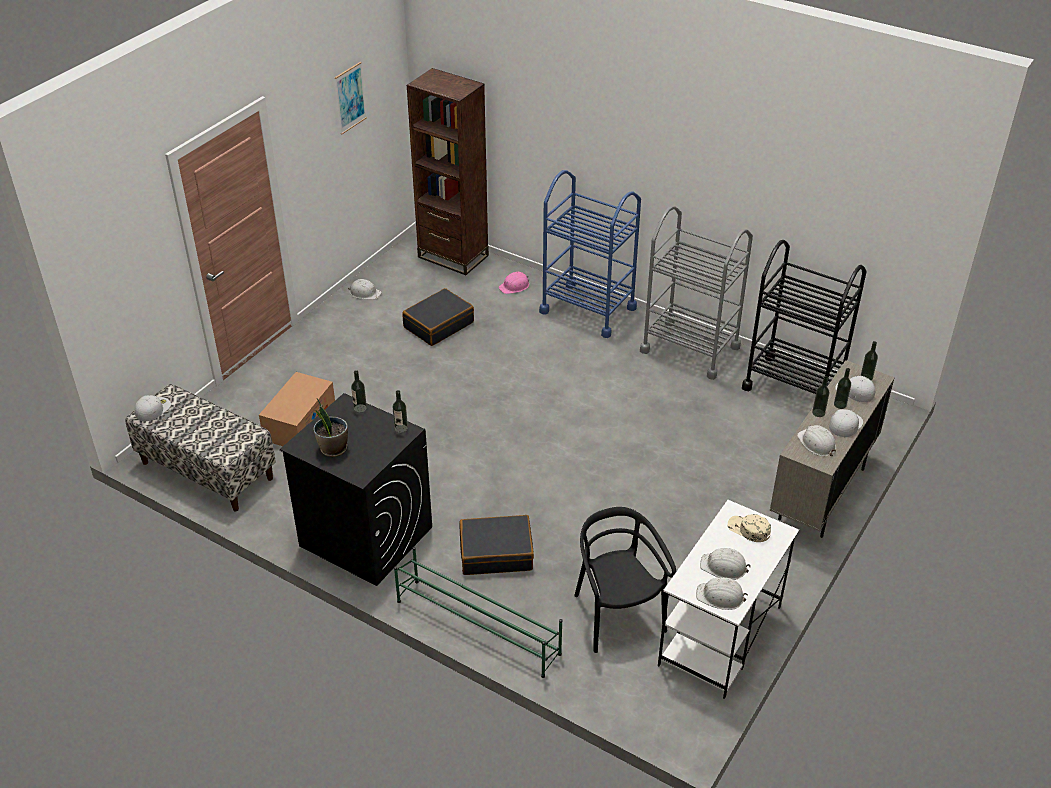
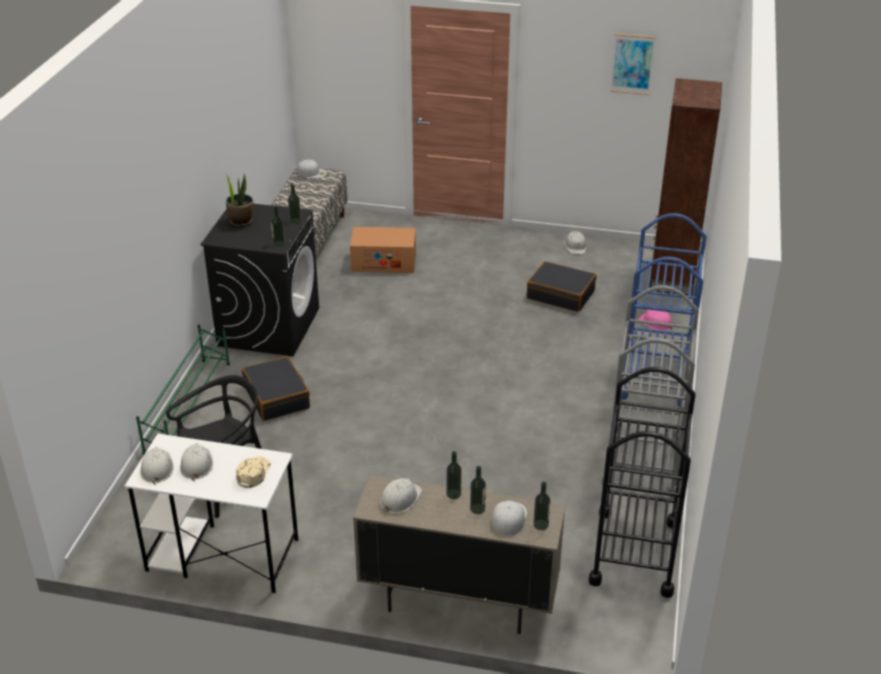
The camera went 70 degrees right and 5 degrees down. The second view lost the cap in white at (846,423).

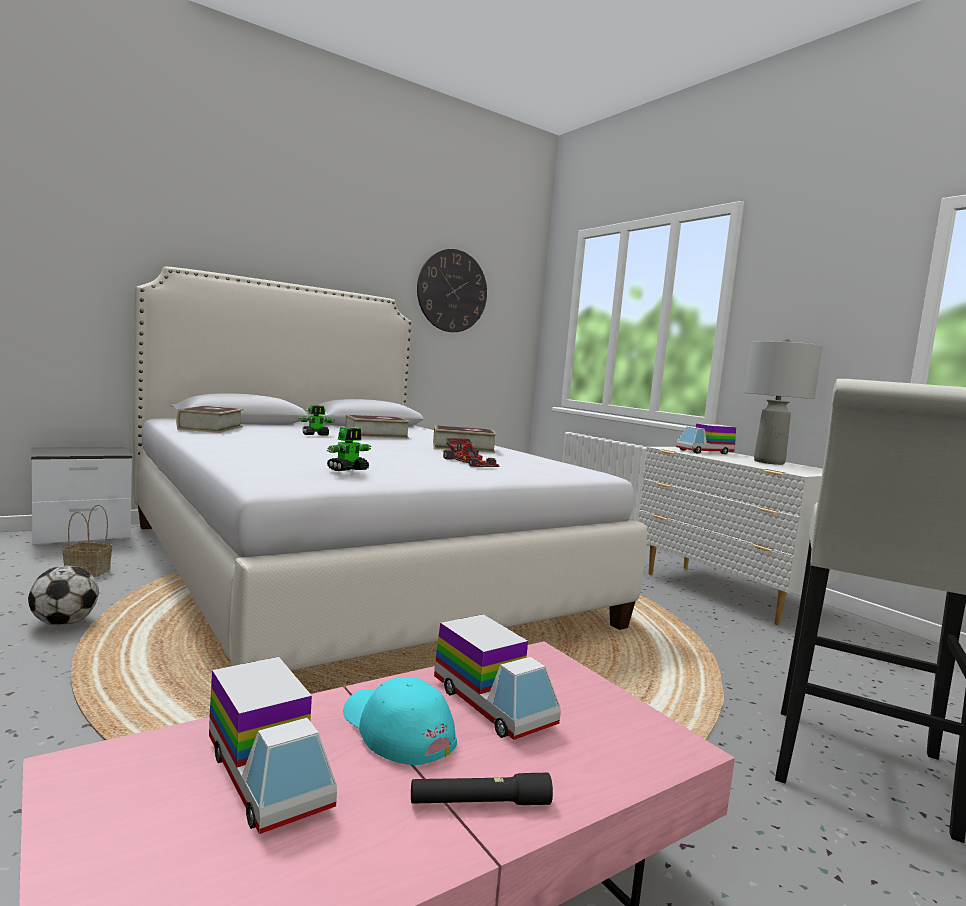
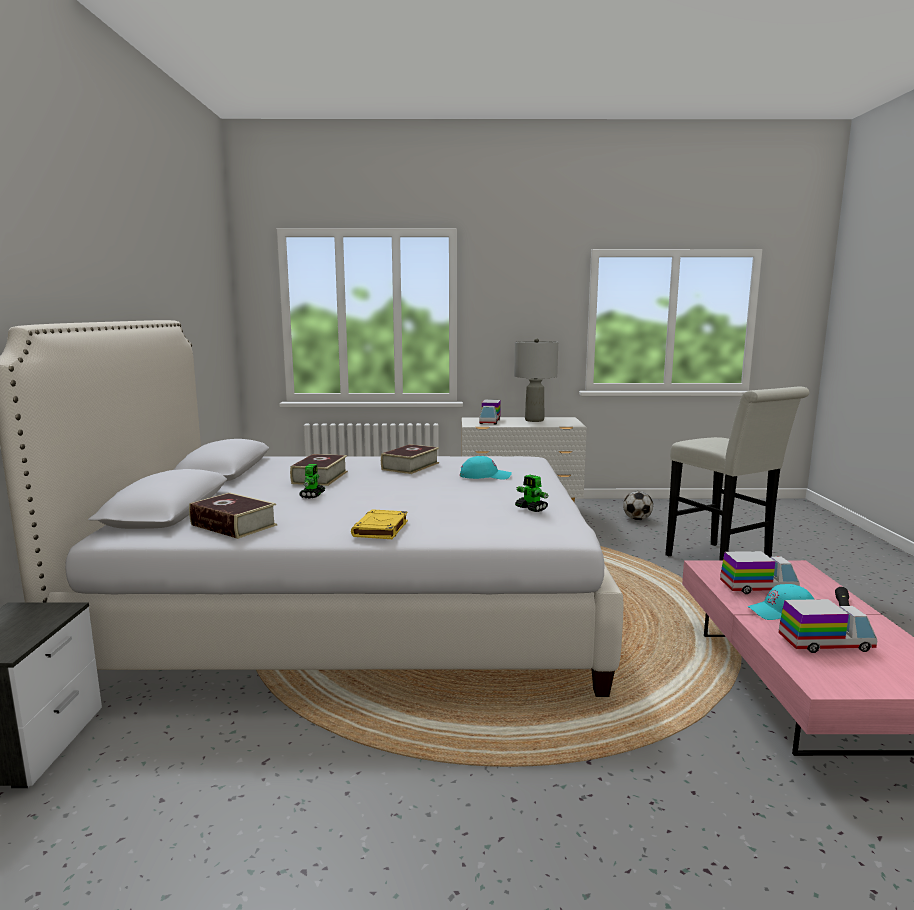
The camera went 55 degrees left and 5 degrees up. The second view lost the basket at (87,541). The second view lost the wall clock at (452,290). The second view gained the book in yellow at (379,524). The football ended up elsewhere, having gone from (63,596) to (638,505). Where the toy car stood at (471,452), the cap in turquoise came to stand at (486,468). The toy robot at (349,449) ended up facing another way, 150 degrees clockwise from before.

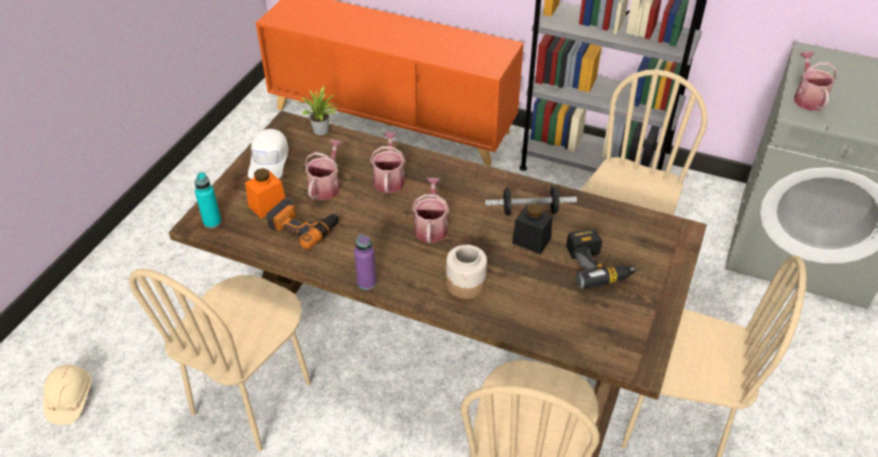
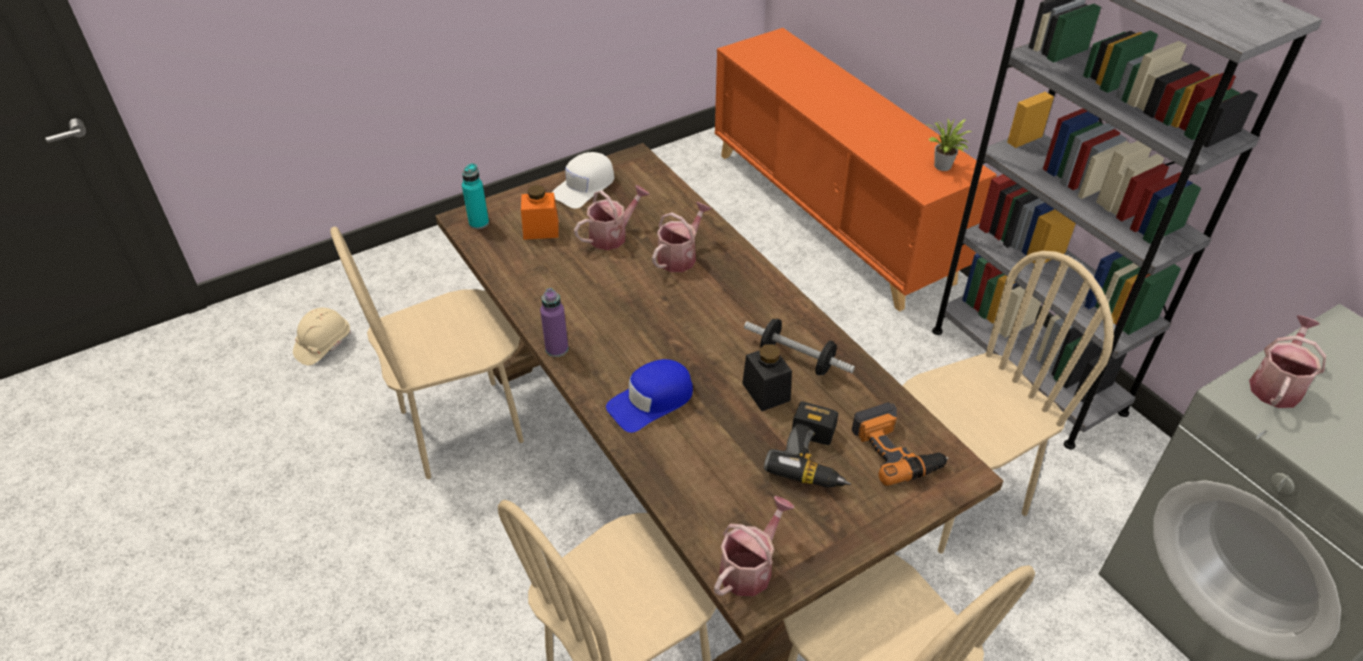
The camera went 35 degrees right and 0 degrees up. The power drill ended up elsewhere, having gone from (302,224) to (899,444). The potted plant ended up elsewhere, having gone from (317,110) to (948,145). The watering can ended up elsewhere, having gone from (431,210) to (754,546). Where the jar stood at (466,272), the cap in blue came to stand at (649,396).

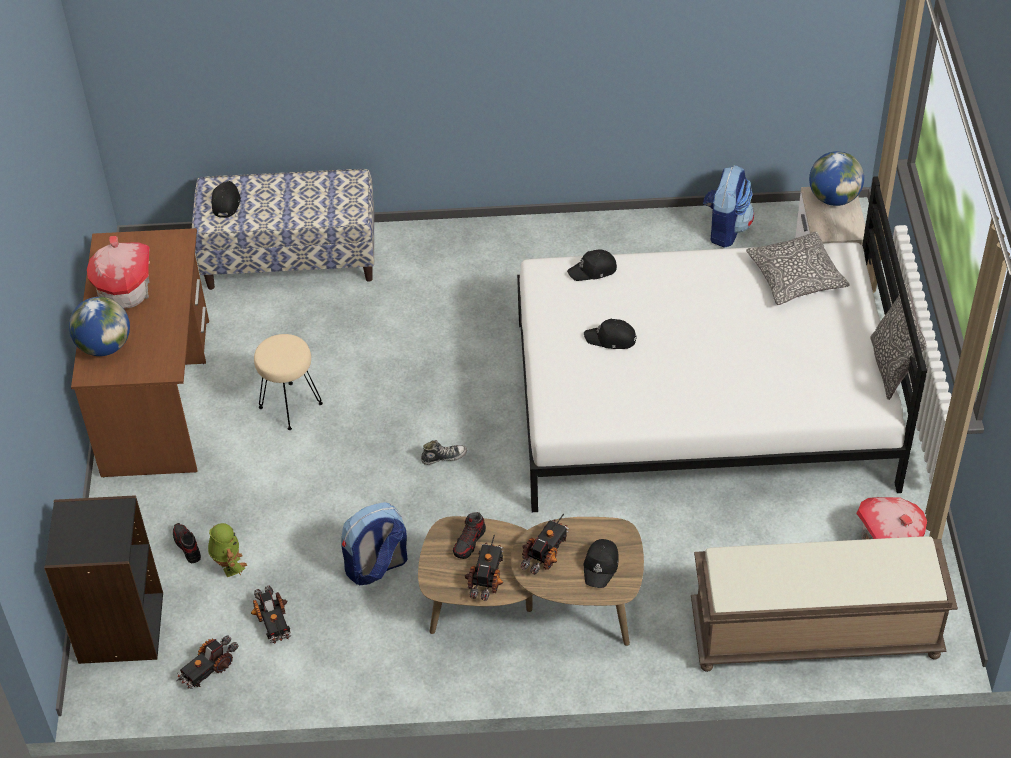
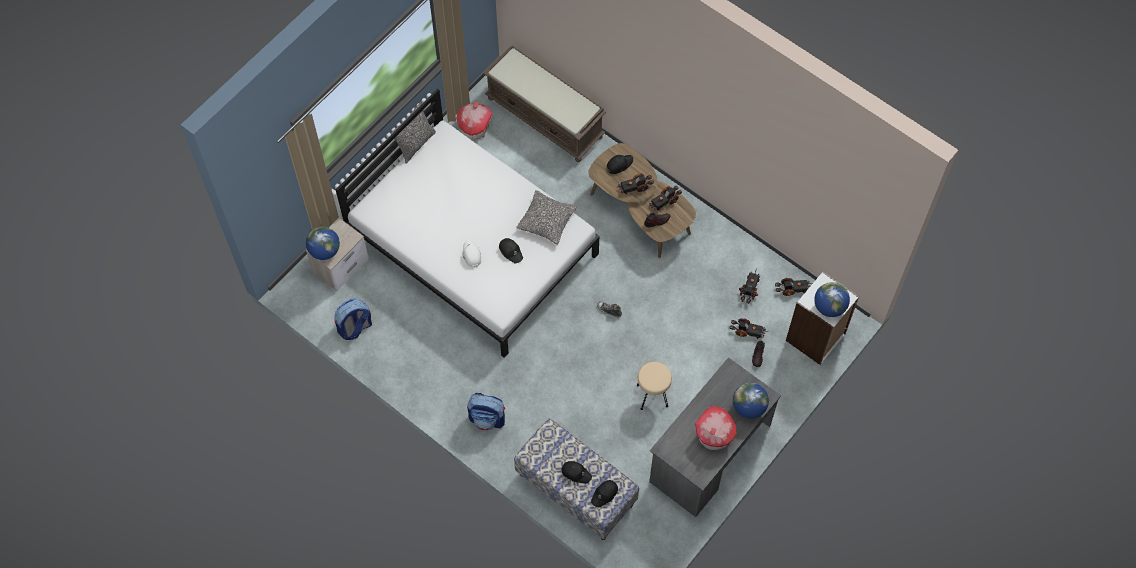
The camera went 140 degrees left and 15 degrees up. The second view gained the cap in white at (471,253). The second view gained the globe at (832,299). The backpack ended up elsewhere, having gone from (374,544) to (486,412). The cap in black ended up elsewhere, having gone from (592,265) to (576,472). The pillow ended up elsewhere, having gone from (798,268) to (546,217). Where the toy robot stood at (228,550), the toy truck came to stand at (749,328). What was the bookcase in black at (103,579) turned into the bookcase in white at (822,318). What was the desk in brown at (140,352) turned into the desk in grey at (715,437).

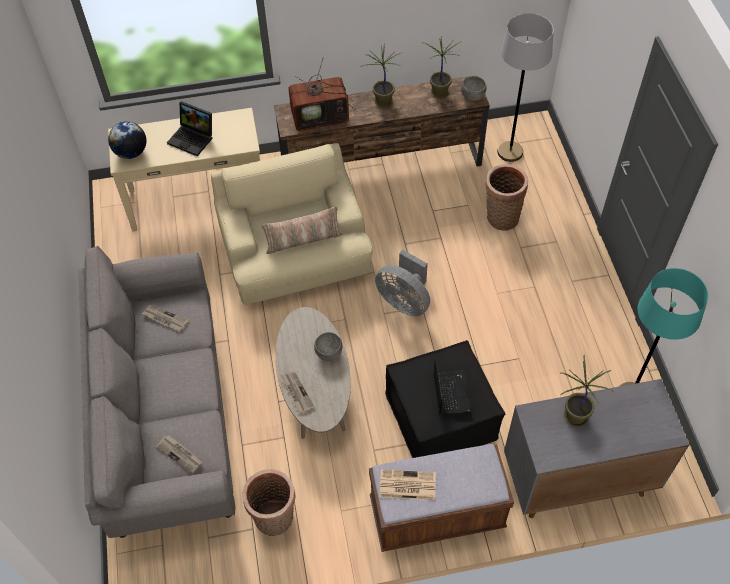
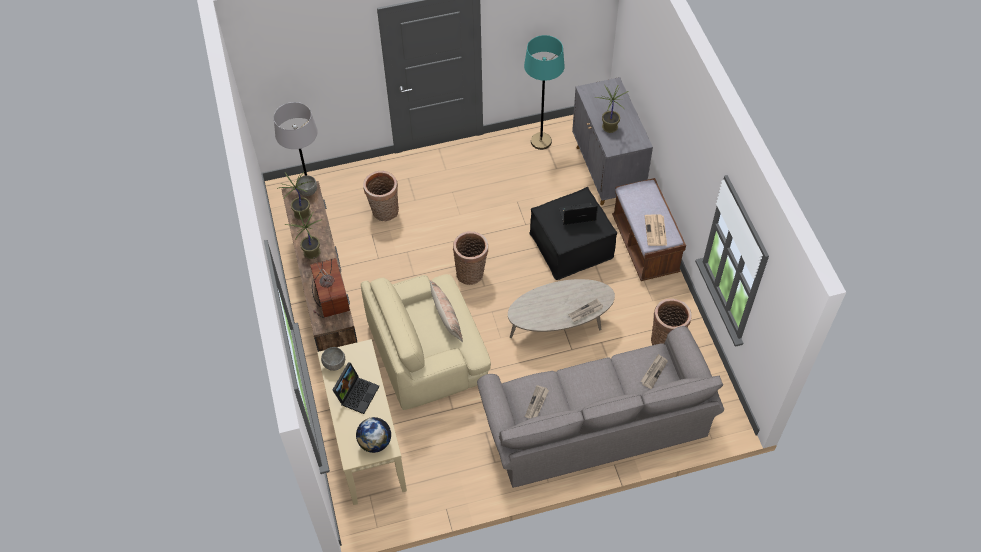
The camera went 95 degrees left and 0 degrees up. The bowl in grey ended up elsewhere, having gone from (328,346) to (333,359). Where the fan in grey stood at (402,283), the basket came to stand at (470,258).

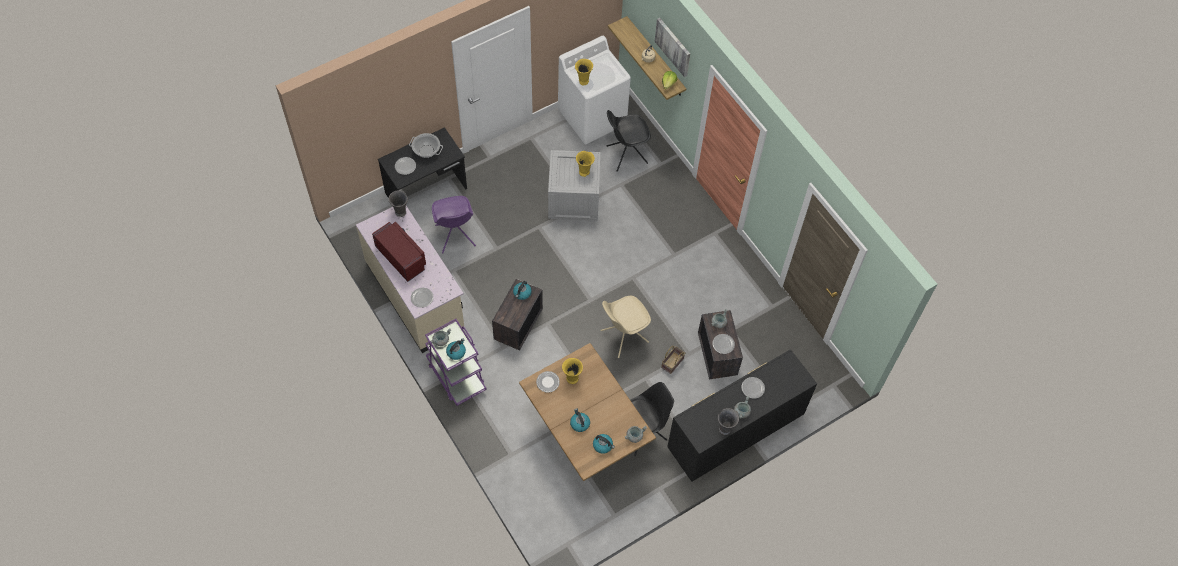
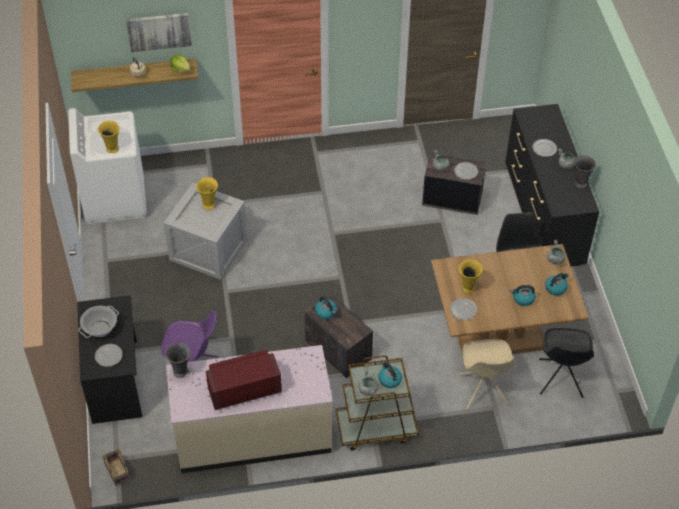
The camera went 65 degrees left and 10 degrees down. The second view lost the plate at (422,298). The chair in beige ended up elsewhere, having gone from (625,327) to (487,374). The chair in black ended up elsewhere, having gone from (629,141) to (566,363). The basket ended up elsewhere, having gone from (673,360) to (116,467). What was the cart in purple at (456,362) turned into the cart in brown at (377,403).

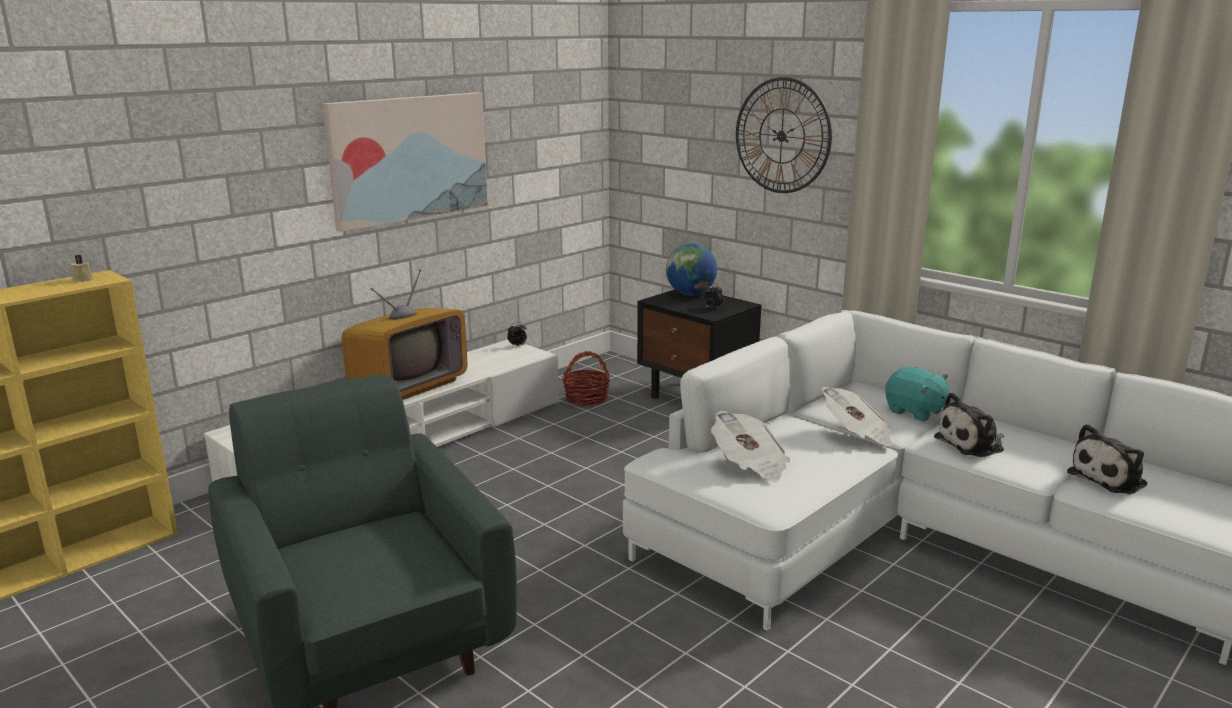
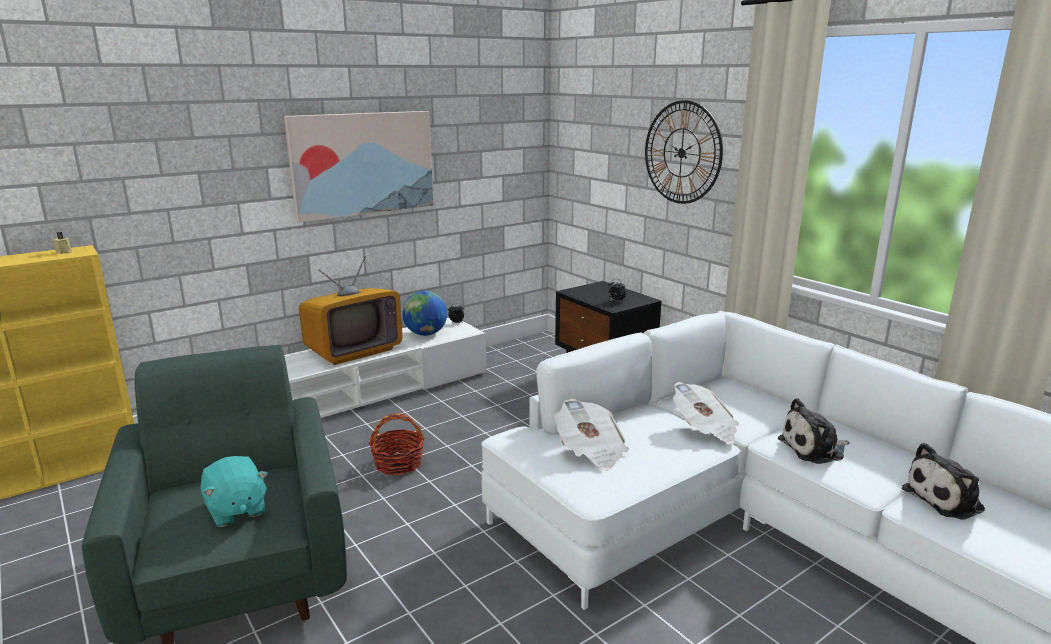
The camera went 10 degrees right and 0 degrees up. The basket ended up elsewhere, having gone from (586,379) to (396,444). The globe ended up elsewhere, having gone from (691,269) to (424,313). The plush toy in turquoise ended up elsewhere, having gone from (917,393) to (234,491).

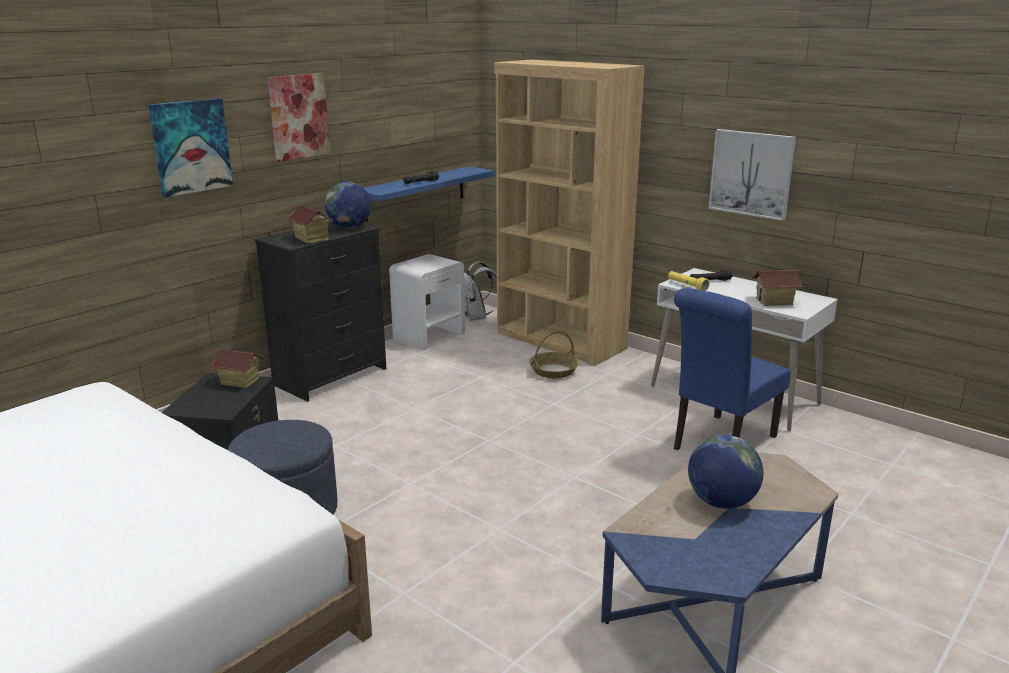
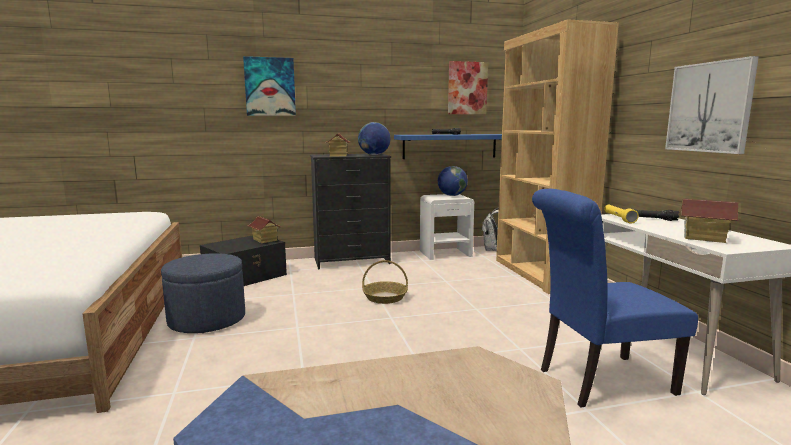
The camera went 35 degrees right and 10 degrees down. The picture ended up elsewhere, having gone from (299,117) to (468,87). The basket ended up elsewhere, having gone from (554,354) to (385,282). The globe ended up elsewhere, having gone from (725,472) to (453,181).

